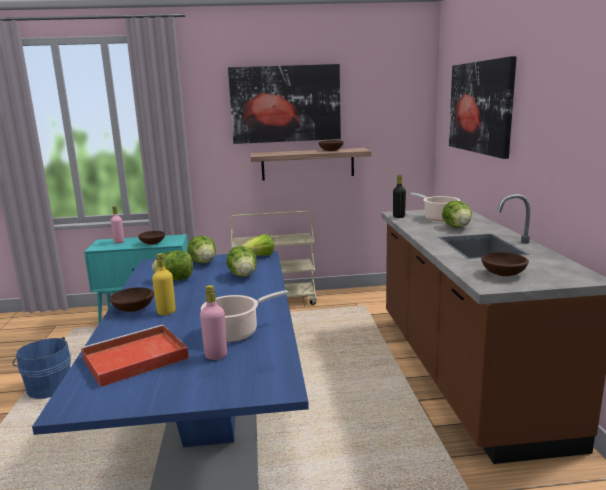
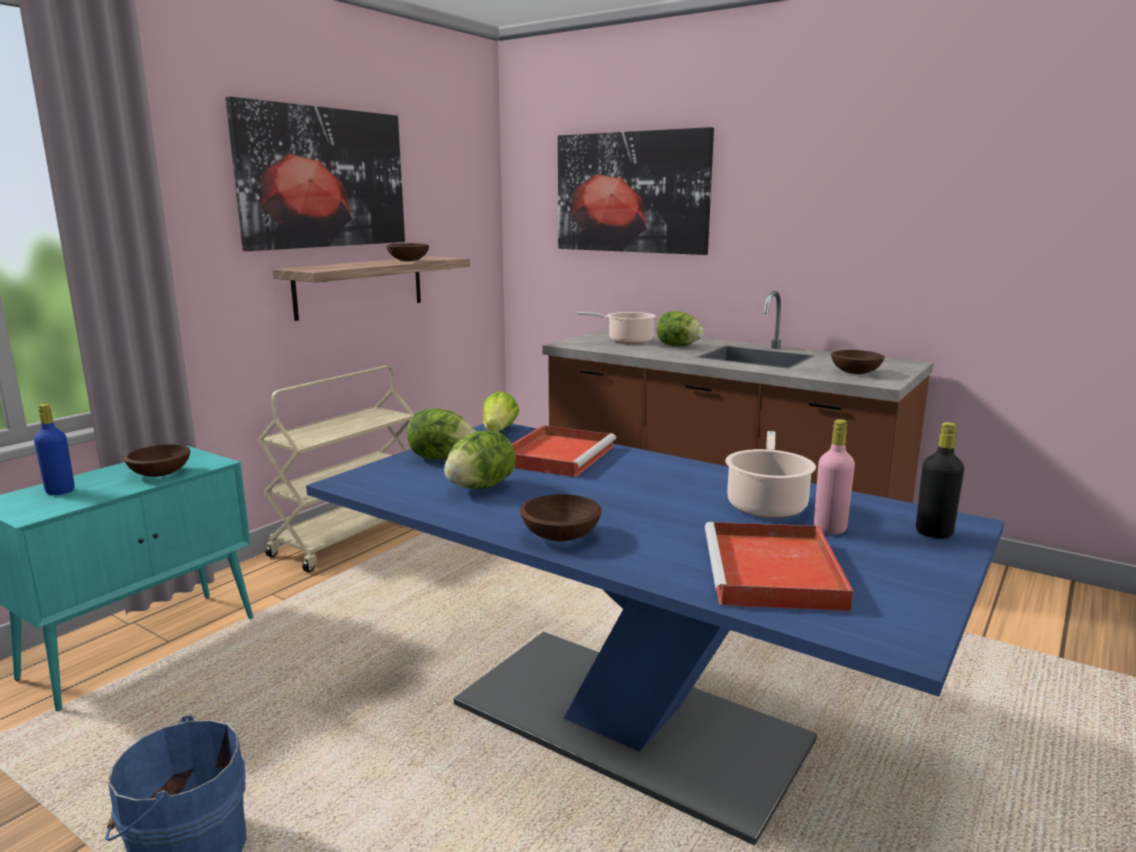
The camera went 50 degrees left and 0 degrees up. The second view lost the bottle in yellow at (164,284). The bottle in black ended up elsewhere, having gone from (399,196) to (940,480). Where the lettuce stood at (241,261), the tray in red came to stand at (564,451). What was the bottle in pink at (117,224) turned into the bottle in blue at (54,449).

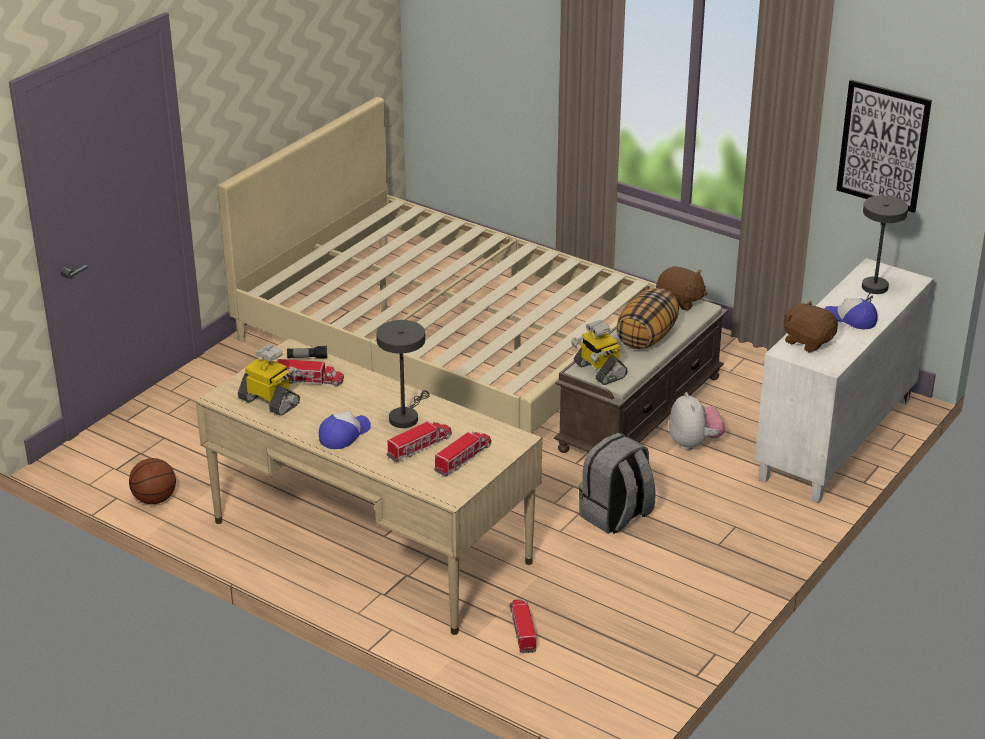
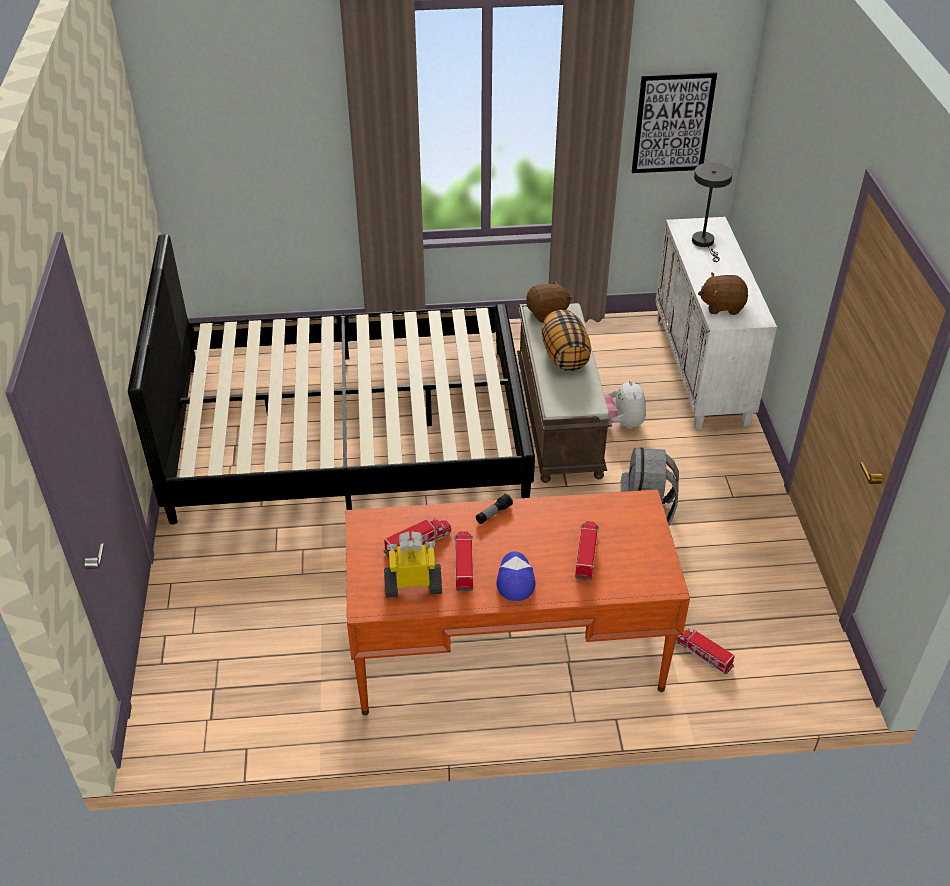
The camera went 40 degrees left and 10 degrees up. The second view lost the basketball at (152,481). The second view lost the table lamp in grey at (403,374). The second view lost the toy robot at (599,352). The second view lost the cap at (851,313). The flashlight ended up elsewhere, having gone from (307,352) to (494,509). The toy truck ended up elsewhere, having gone from (462,454) to (463,561). What was the desk in beige at (369,486) turned into the desk in orange at (517,602). What was the bed in beige at (436,265) turned into the bed in black at (331,380). The plush toy at (697,421) ended up facing another way, 135 degrees counterclockwise from before.

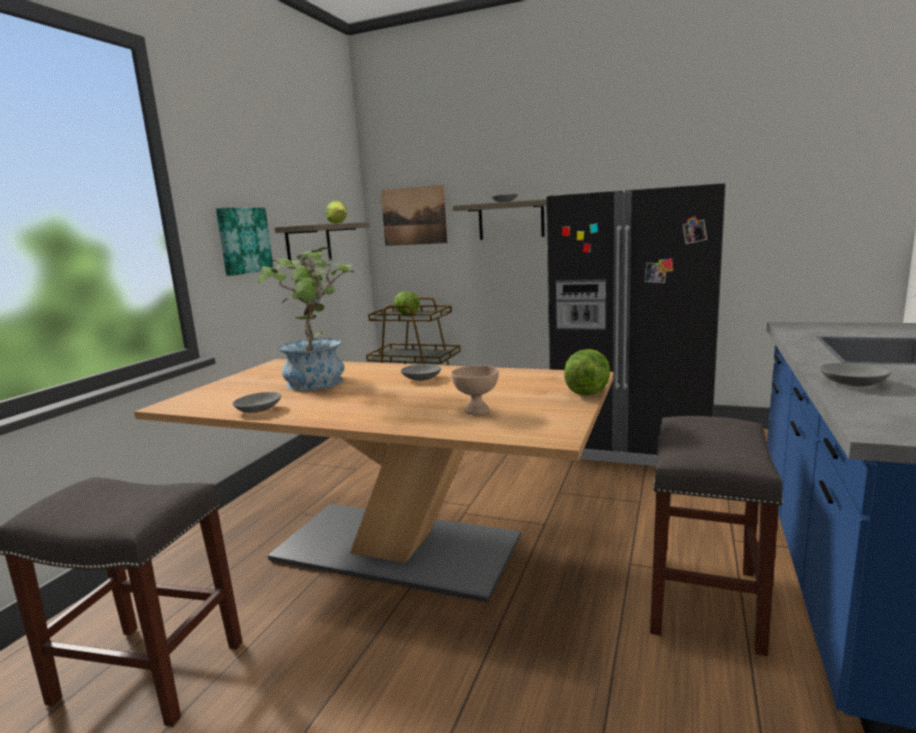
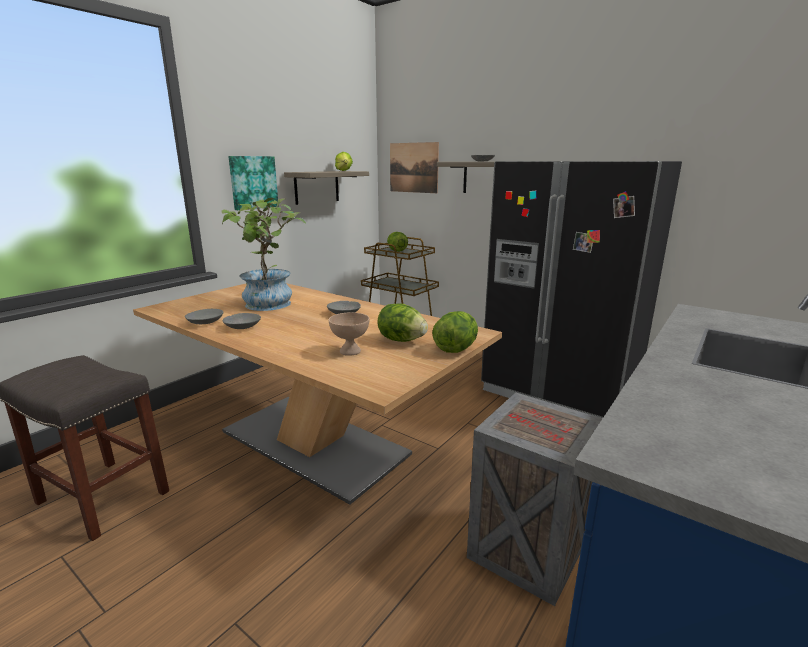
The camera went 15 degrees right and 5 degrees up. The second view gained the lettuce at (402,322). The bowl in grey ended up elsewhere, having gone from (856,375) to (241,321). Where the stool in grey stood at (716,536), the crate came to stand at (534,499).

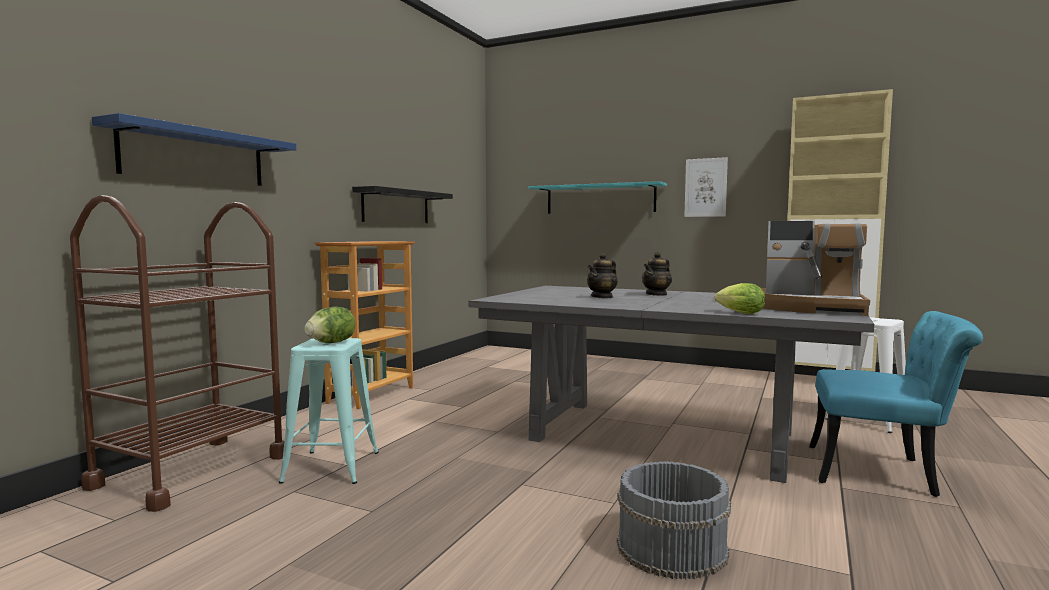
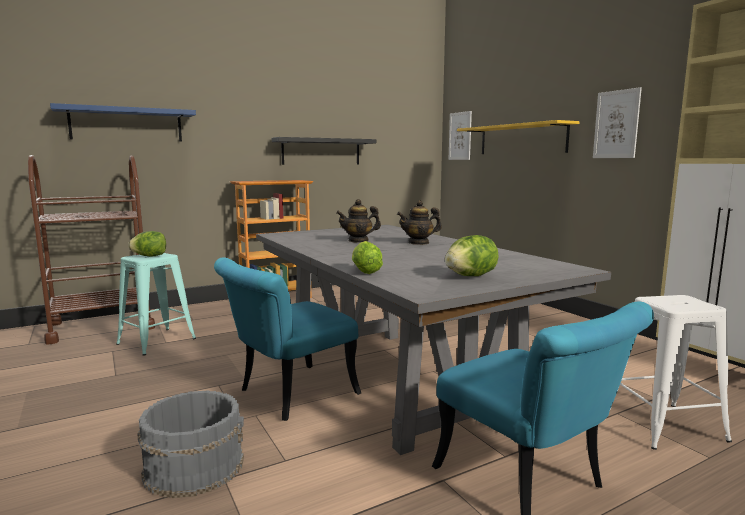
The camera went 35 degrees right and 5 degrees up. The second view gained the chair in turquoise at (287,339). The second view gained the picture at (460,135). Where the coffee machine stood at (815,268), the lettuce came to stand at (472,255). What was the shelf in turquoise at (597,197) turned into the shelf in yellow at (518,137).

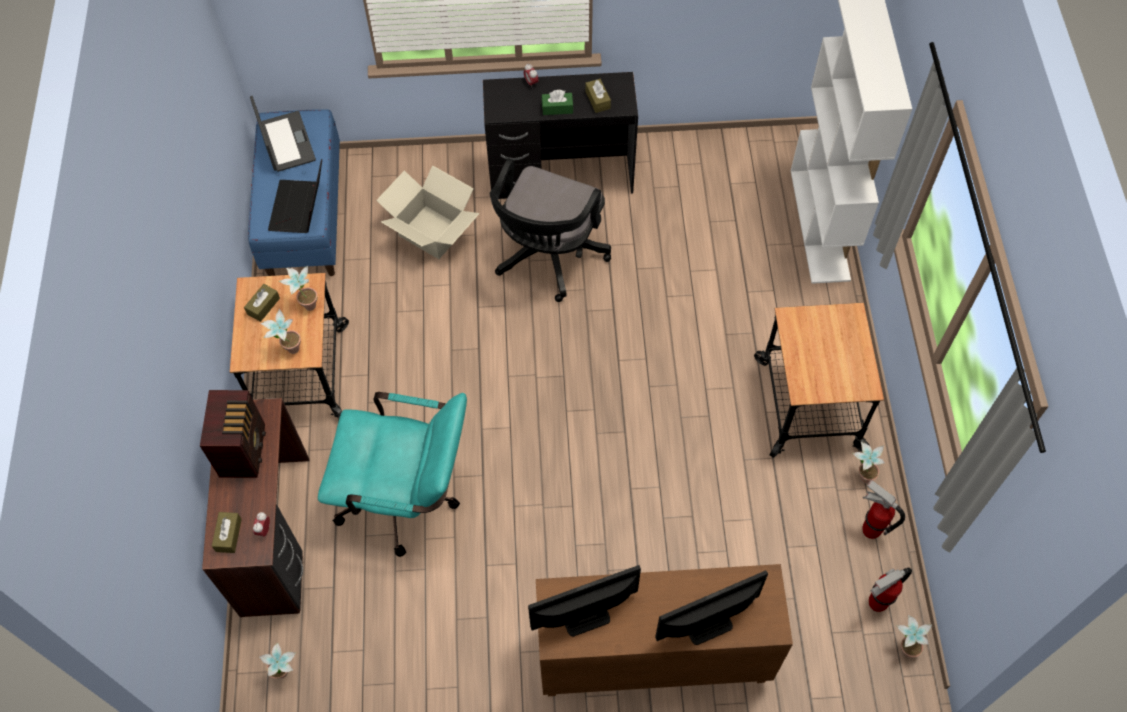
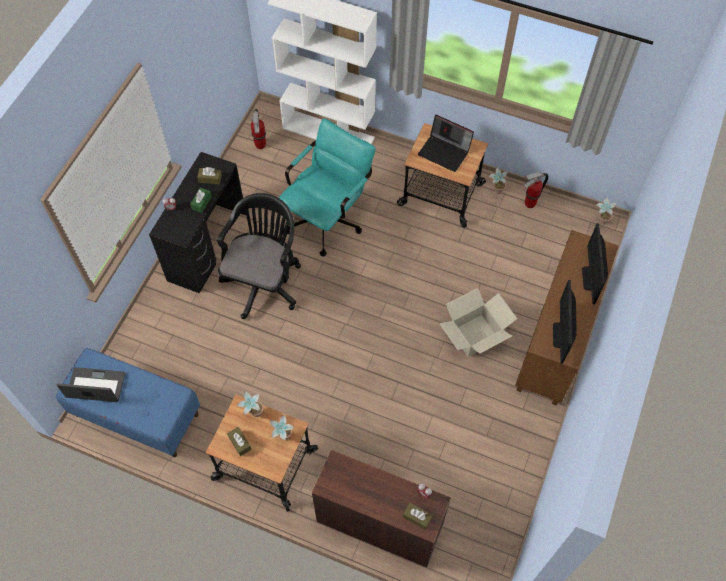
The camera went 65 degrees left and 0 degrees up. The second view lost the radio at (233,434). The second view lost the potted plant at (277,661). The laptop ended up elsewhere, having gone from (295,196) to (446,143). The office chair in turquoise ended up elsewhere, having gone from (392,474) to (327,187). The cardboard box ended up elsewhere, having gone from (428,212) to (478,322). The fire extinguisher ended up elsewhere, having gone from (890,590) to (258,129). The office chair in black at (550,230) ended up facing another way, 120 degrees counterclockwise from before.

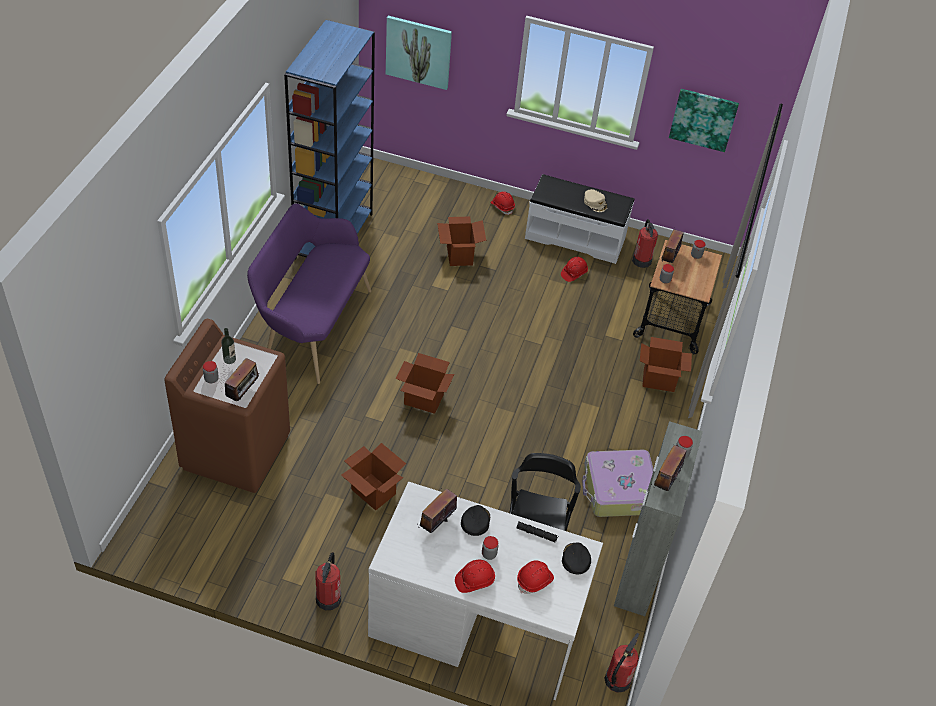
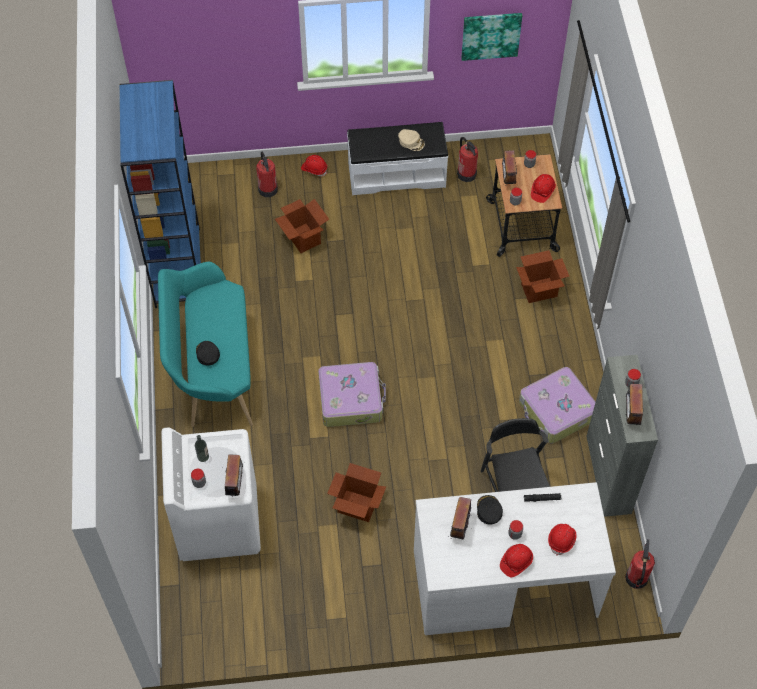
The camera went 20 degrees left and 10 degrees up. The second view lost the picture at (419,53). The fire extinguisher ended up elsewhere, having gone from (328,581) to (267,174). The hard hat in red ended up elsewhere, having gone from (574,269) to (543,188). The cap in black ended up elsewhere, having gone from (576,558) to (208,353). Where the cardboard box stood at (425,383), the suitcase came to stand at (352,394). What was the washing machine in brown at (227,406) turned into the washing machine in white at (211,494). What was the bench in purple at (309,293) turned into the bench in turquoise at (205,344).

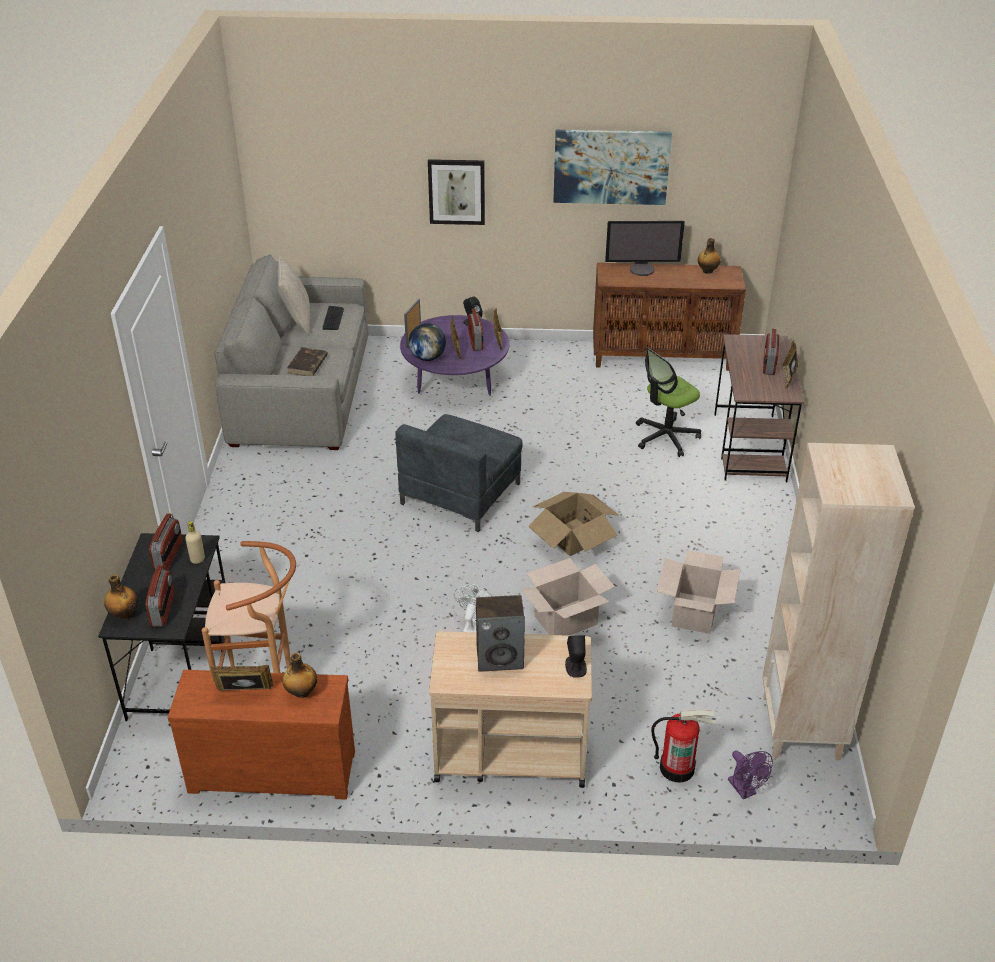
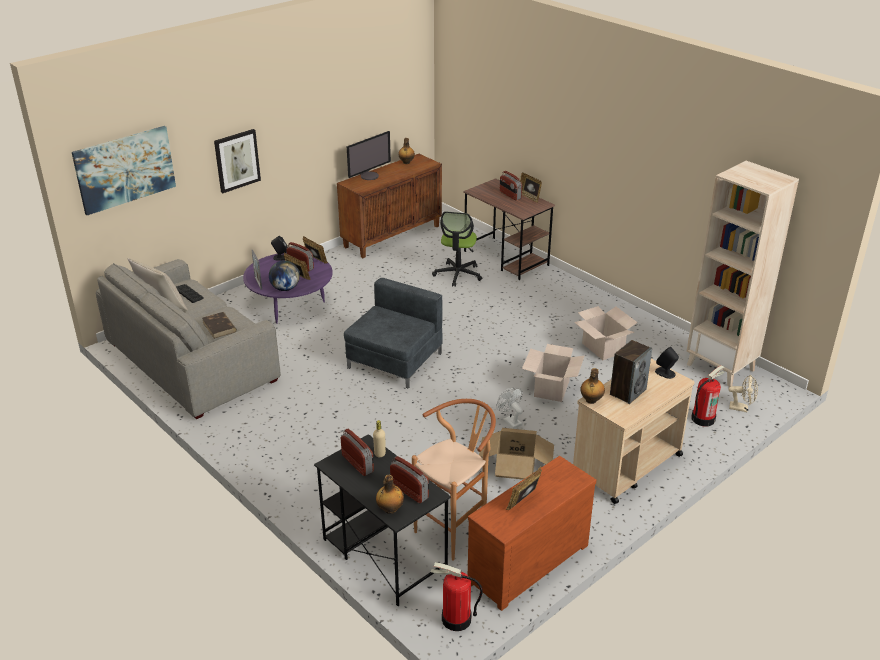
The camera went 45 degrees left and 5 degrees down. The second view gained the fire extinguisher at (457,596). The bottle ended up elsewhere, having gone from (299,675) to (592,386). The cardboard box ended up elsewhere, having gone from (574,524) to (516,454). The picture ended up elsewhere, having gone from (612,167) to (124,170). What was the fan in purple at (750,775) turned into the fan in beige at (743,393). The armchair in grey at (459,473) ended up facing another way, 135 degrees counterclockwise from before.

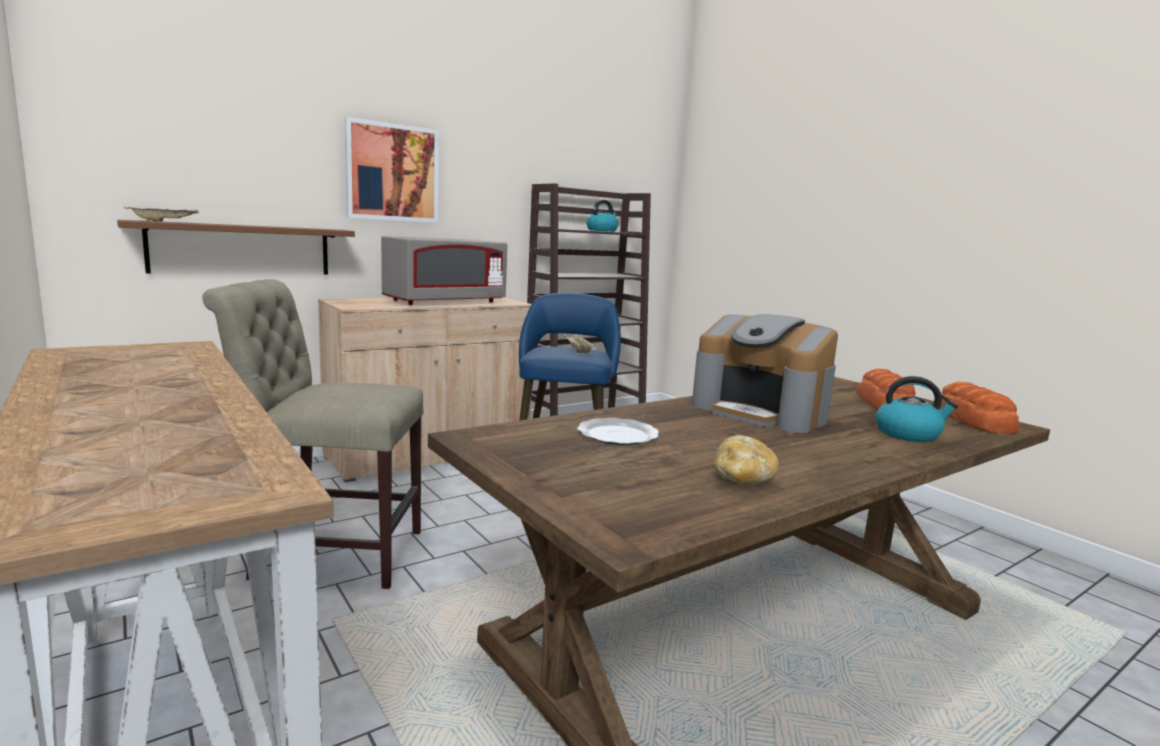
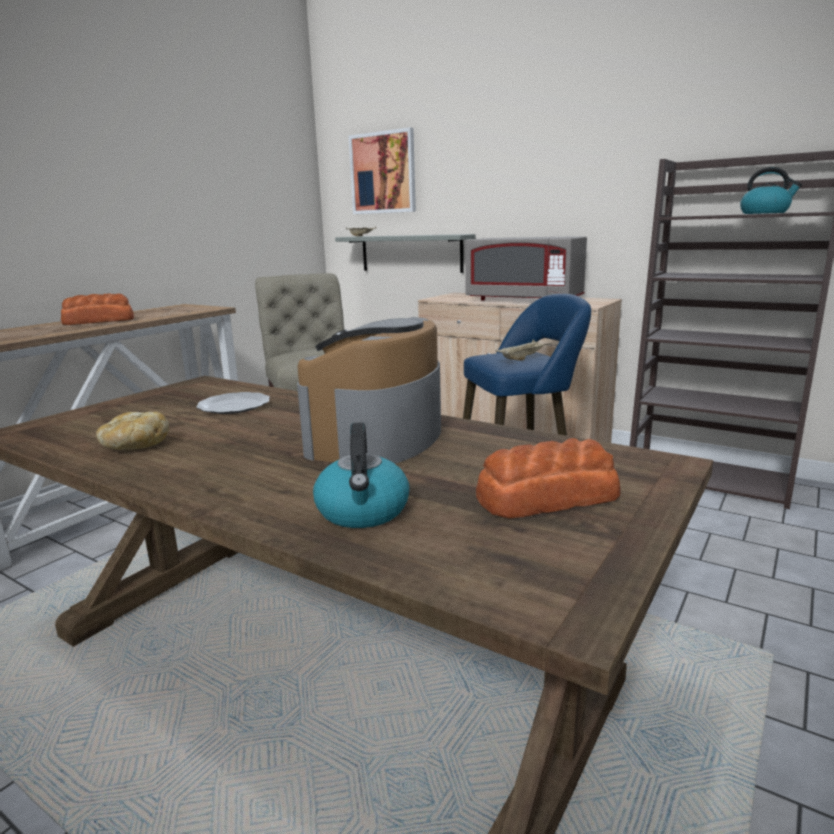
The camera went 70 degrees right and 5 degrees up. The picture ended up elsewhere, having gone from (392,170) to (382,170). The bread ended up elsewhere, having gone from (978,408) to (97,309). What was the shelf in brown at (236,247) turned into the shelf in grey at (405,253).

